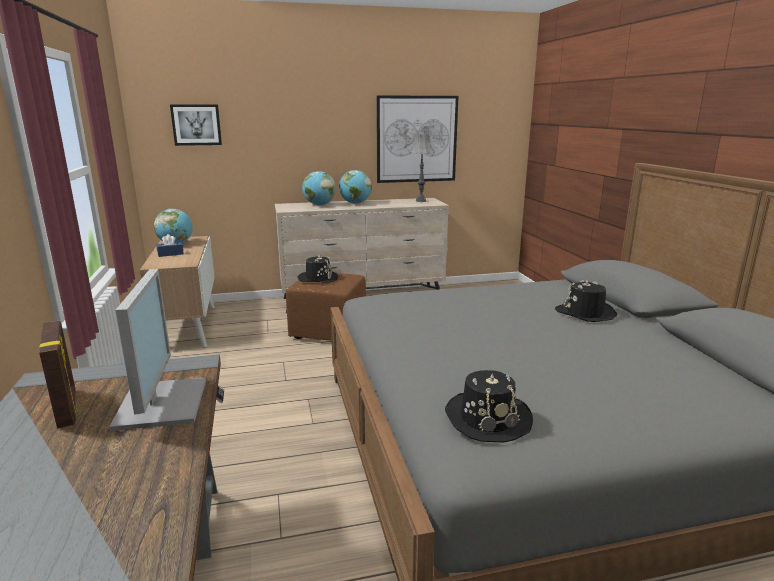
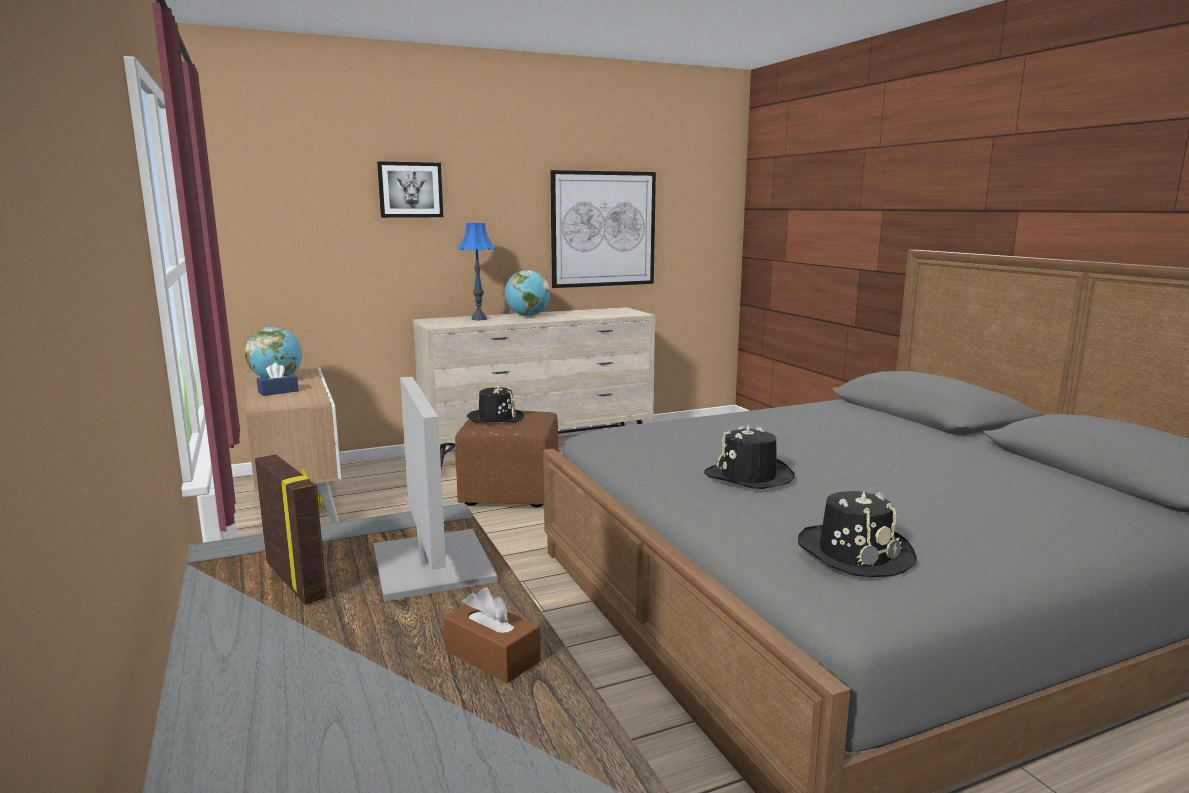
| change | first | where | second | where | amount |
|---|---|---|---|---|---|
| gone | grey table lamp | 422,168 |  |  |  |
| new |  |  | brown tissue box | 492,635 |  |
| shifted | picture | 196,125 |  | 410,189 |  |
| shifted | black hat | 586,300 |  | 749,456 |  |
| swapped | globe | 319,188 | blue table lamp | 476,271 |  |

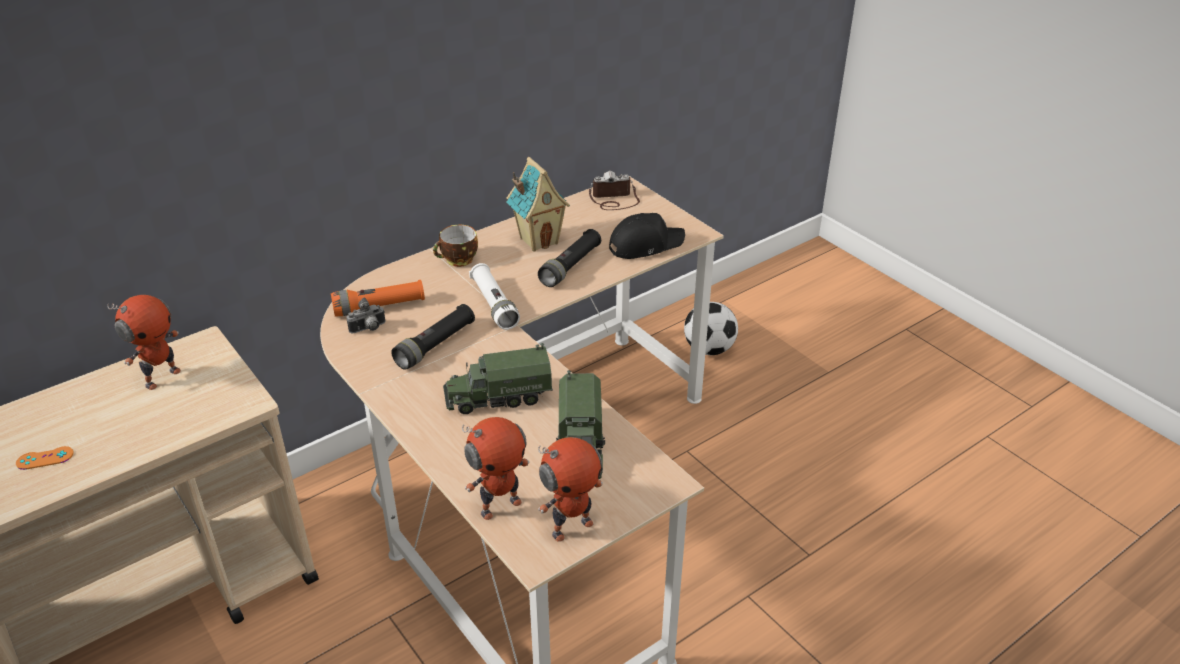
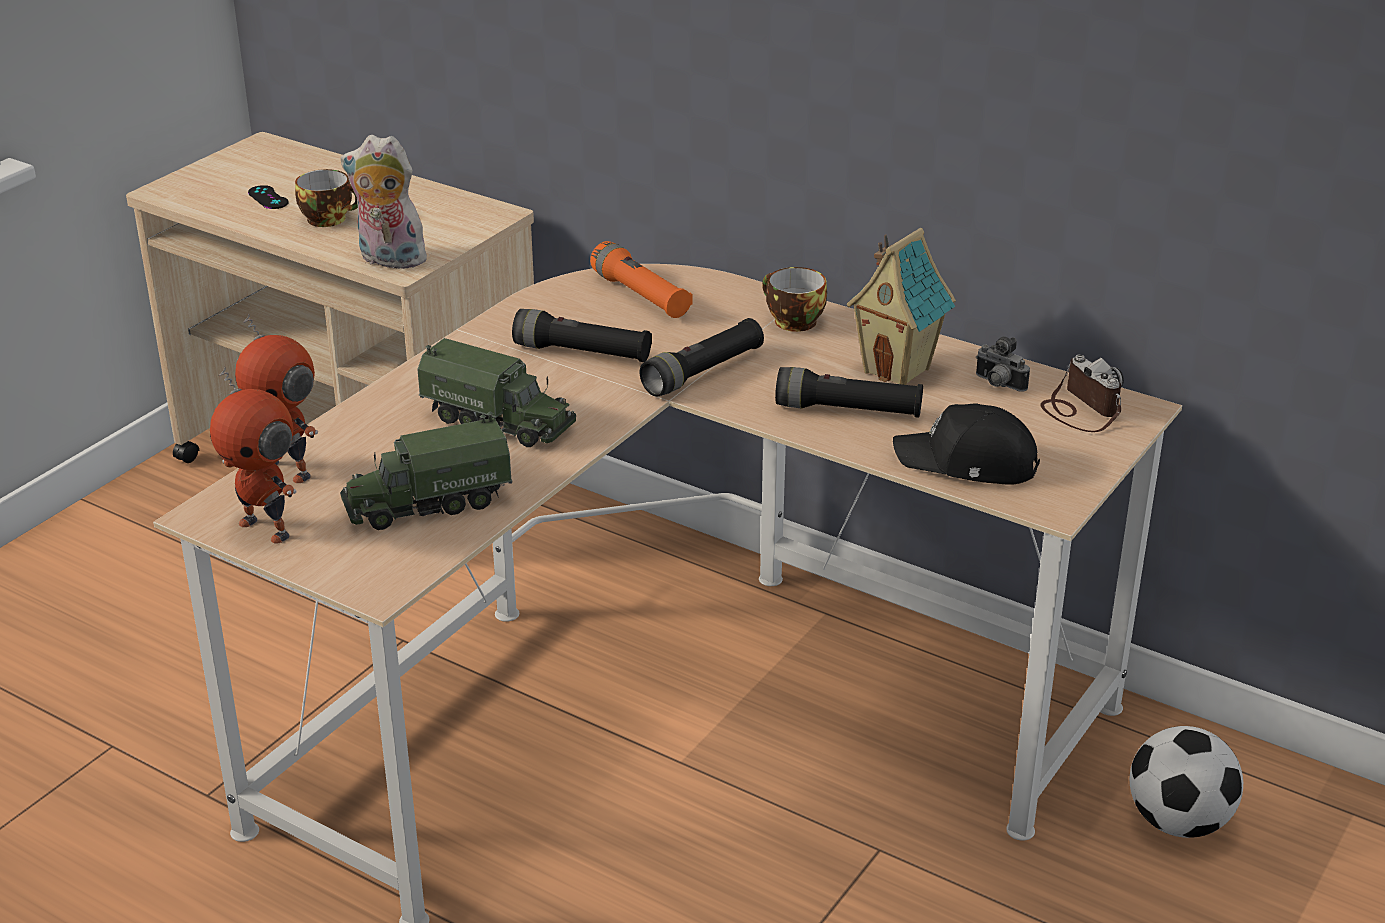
| change | first | where | second | where | amount |
|---|---|---|---|---|---|
| gone | toy robot | 144,342 |  |  |  |
| new |  |  | cup | 326,198 |  |
| new |  |  | plush toy | 384,202 |  |
| shifted | photo camera | 366,315 |  | 1003,364 |  |
| repainted | orange game controller | 45,458 | black game controller | 268,197 |  |
| repainted | white flashlight | 494,296 | black flashlight | 701,357 |  |
| rotated | toy truck | 498,378 |  | 497,392 | 150 degrees clockwise |
| rotated | black cap | 647,236 |  | 966,444 | 150 degrees clockwise |

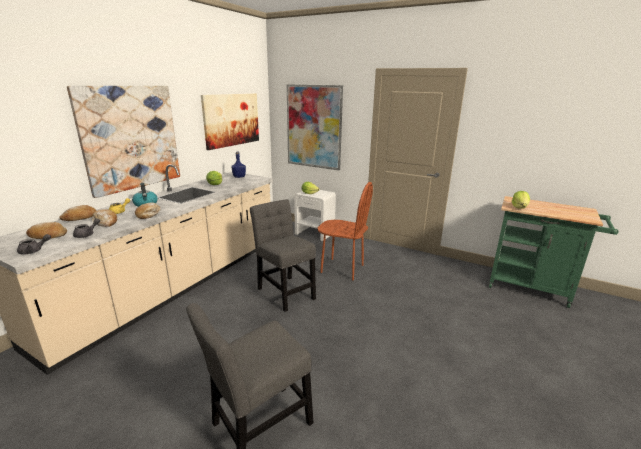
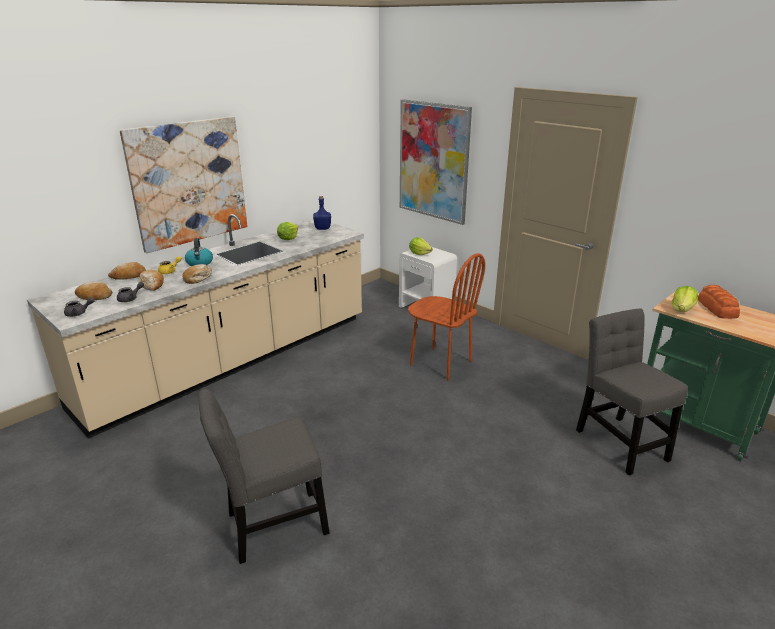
| change | first | where | second | where | amount |
|---|---|---|---|---|---|
| gone | picture | 230,121 |  |  |  |
| new |  |  | bread | 719,302 |  |
| shifted | grey chair | 283,255 |  | 632,391 |  |

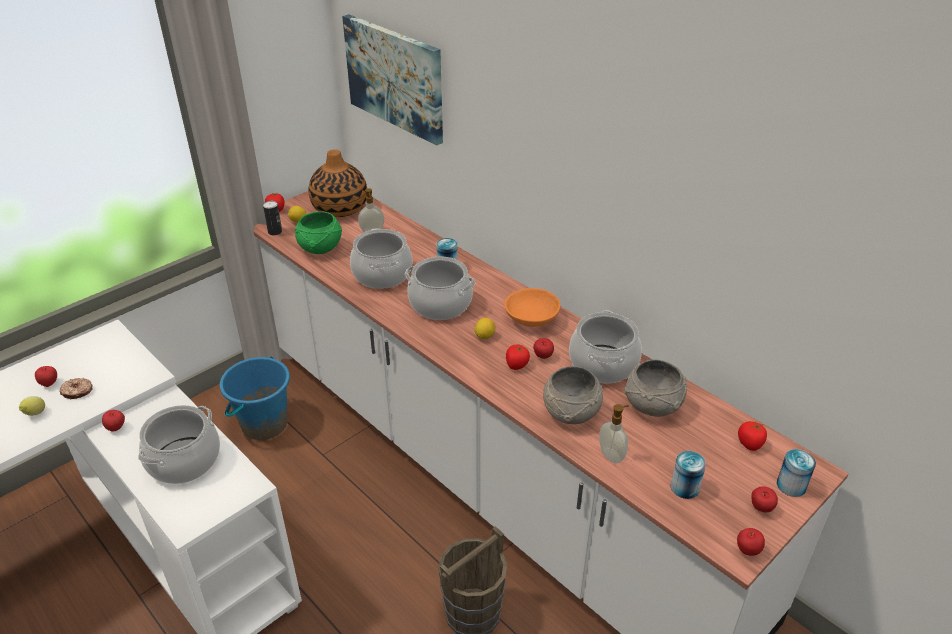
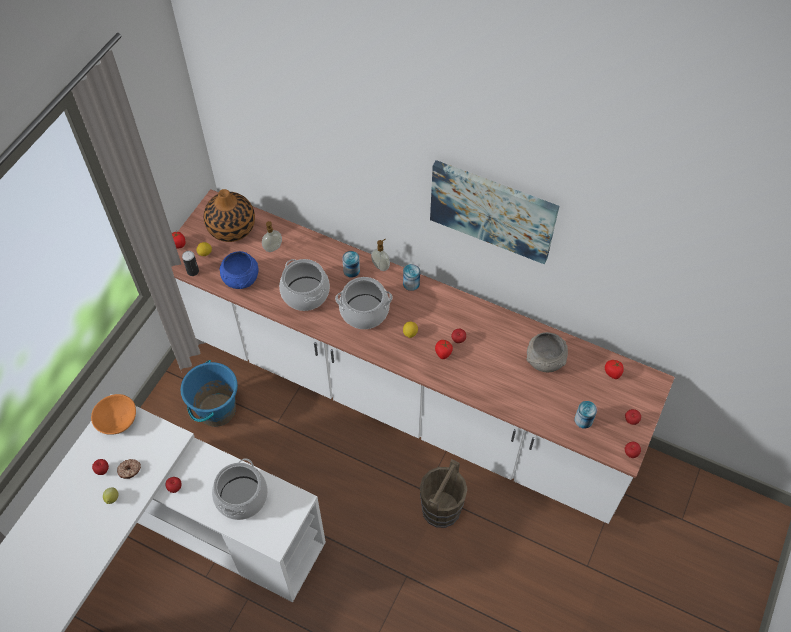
| change | first | where | second | where | amount |
|---|---|---|---|---|---|
| gone | grey bowl | 573,395 |  |  |  |
| gone | cooking pot | 605,346 |  |  |  |
| shifted | picture | 392,79 |  | 494,212 |  |
| shifted | orange bowl | 532,307 |  | 113,414 |  |
| shifted | soap dispenser | 614,433 |  | 380,255 |  |
| shifted | can | 796,473 |  | 411,277 |  |
| repainted | green bowl | 318,232 | blue bowl | 239,270 |  |

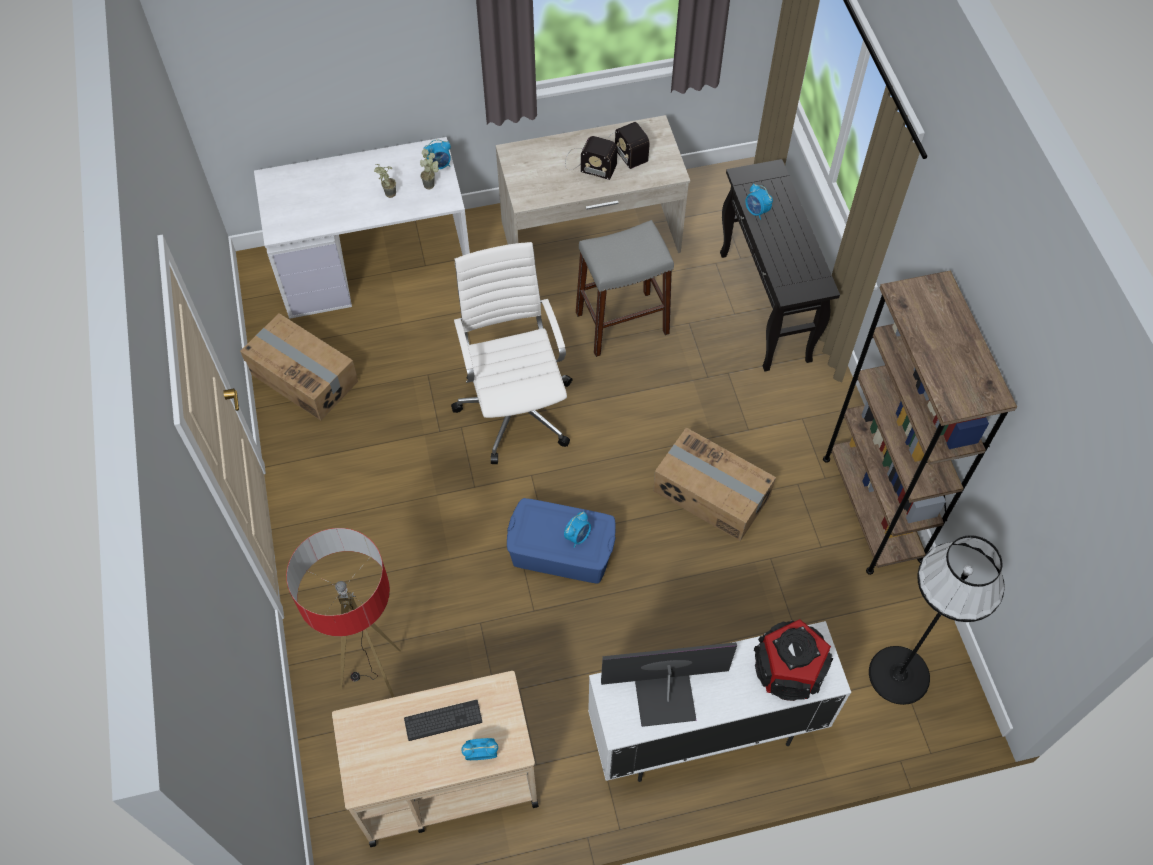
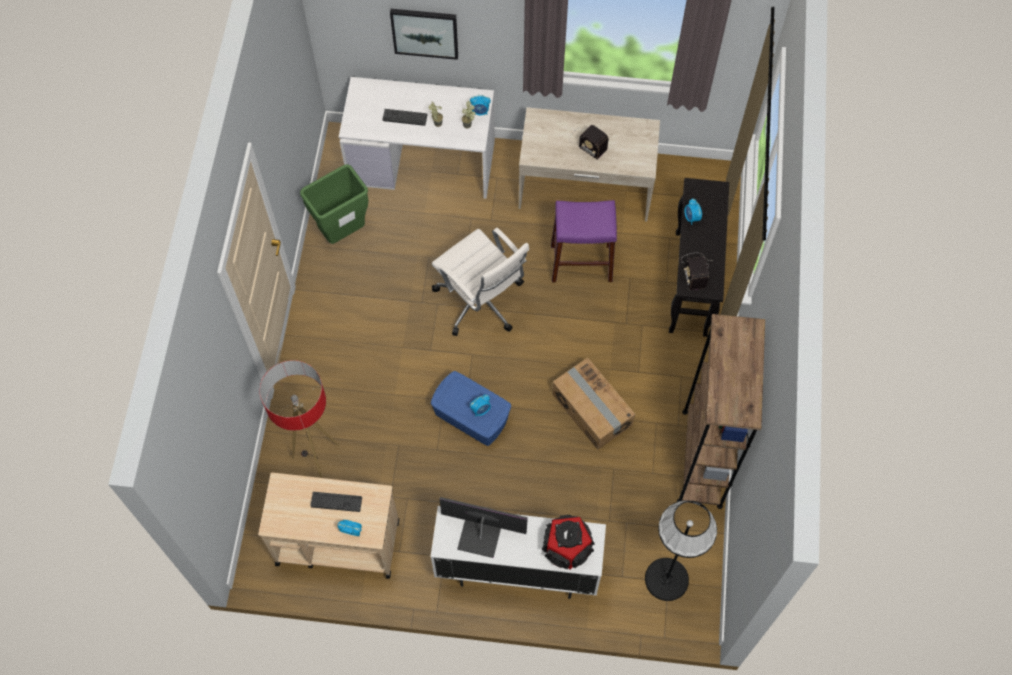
| change | first | where | second | where | amount |
|---|---|---|---|---|---|
| new |  |  | keyboard | 405,117 |  |
| new |  |  | picture | 424,34 |  |
| shifted | radio | 628,145 |  | 698,271 |  |
| swapped | cardboard box | 299,366 | green trash can | 334,204 |  |
| repainted | grey stool | 625,288 | purple stool | 584,241 |  |
| rotated | white office chair | 511,353 |  | 480,282 | 135 degrees clockwise |

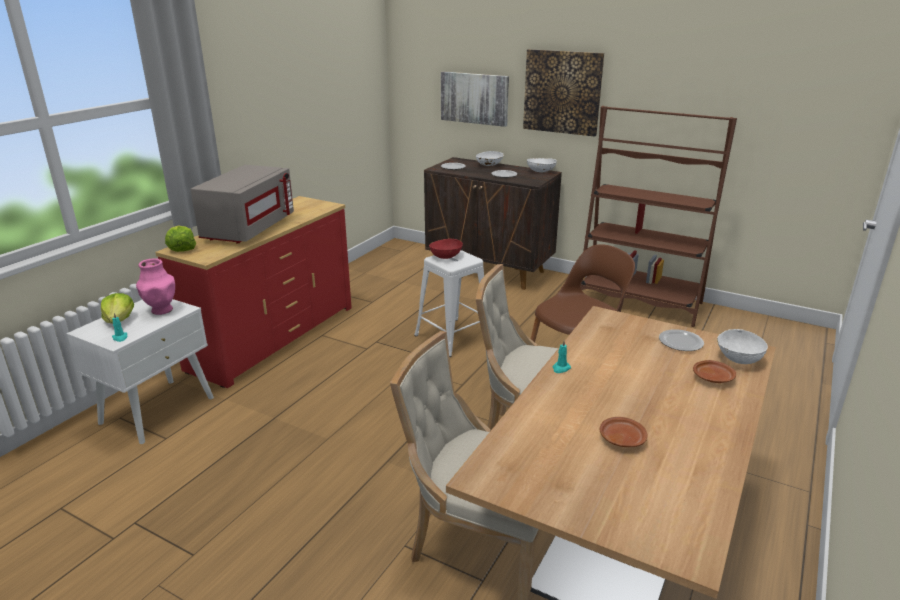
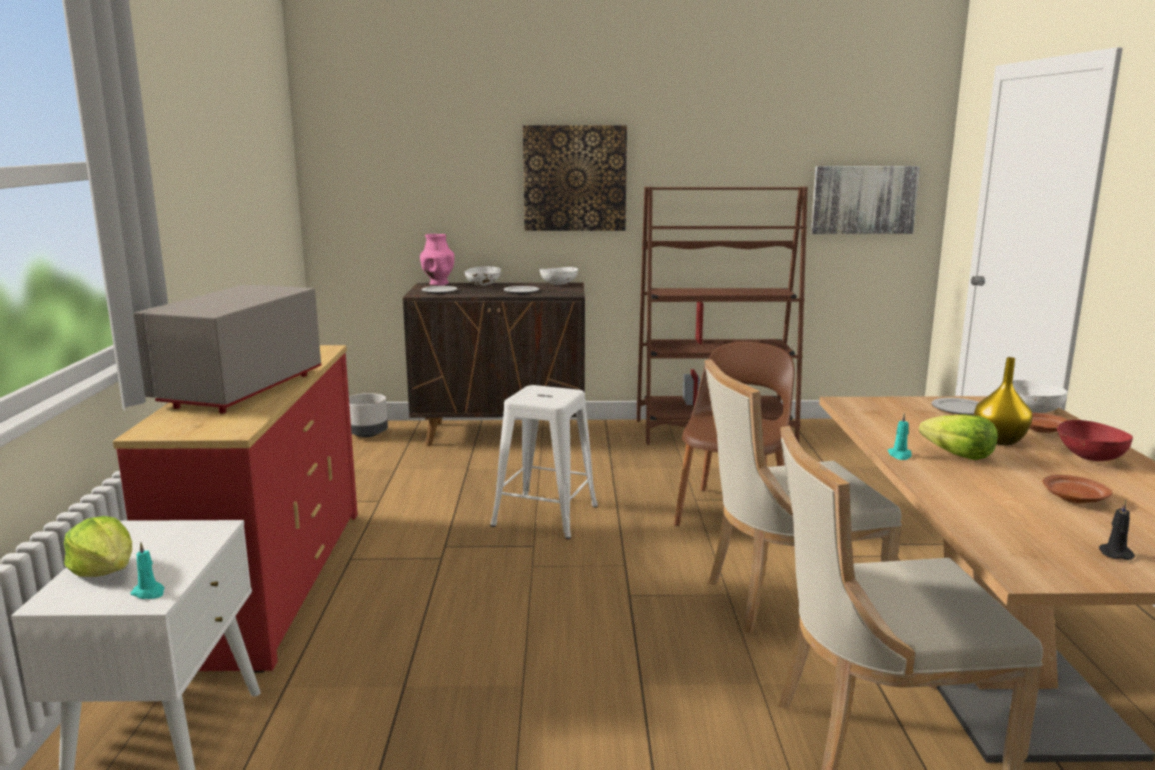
| change | first | where | second | where | amount |
|---|---|---|---|---|---|
| new |  |  | grey planter | 368,415 |  |
| new |  |  | yellow vase | 1003,401 |  |
| new |  |  | black candle | 1117,530 |  |
| shifted | pink vase | 155,286 |  | 437,260 |  |
| shifted | lettuce | 180,238 |  | 958,437 |  |
| shifted | red bowl | 446,248 |  | 1094,440 |  |
| shifted | picture | 475,99 |  | 865,200 |  |
| rotated | grey microwave | 242,204 |  | 227,349 | 150 degrees counterclockwise |

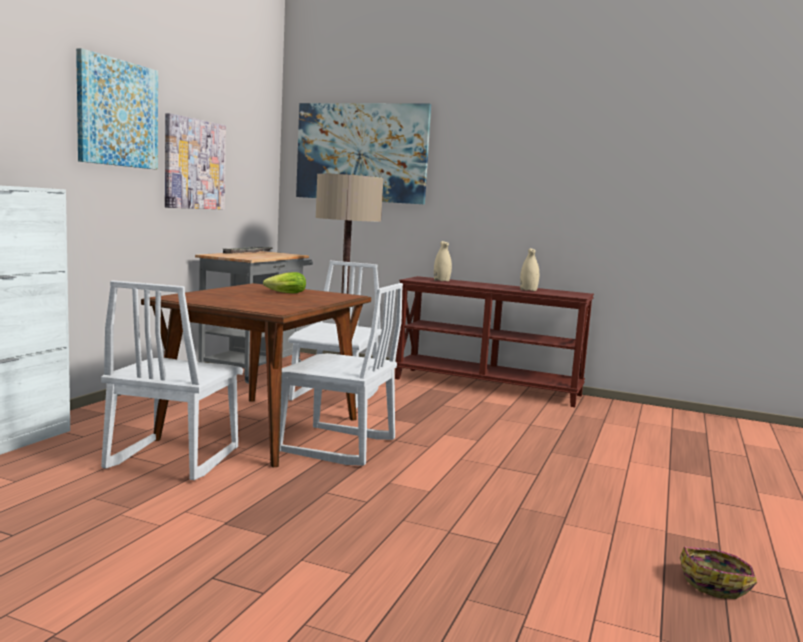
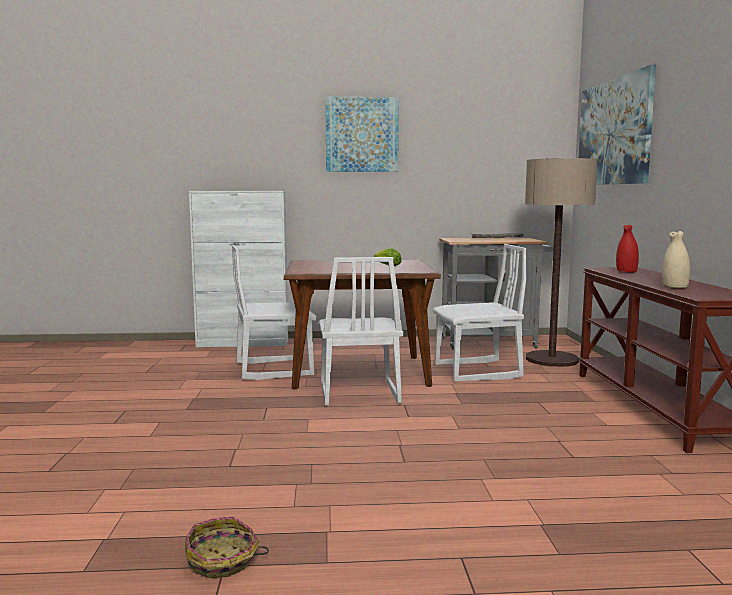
| change | first | where | second | where | amount |
|---|---|---|---|---|---|
| gone | picture | 195,161 |  |  |  |
| repainted | beige vase | 443,261 | red vase | 627,248 |  |

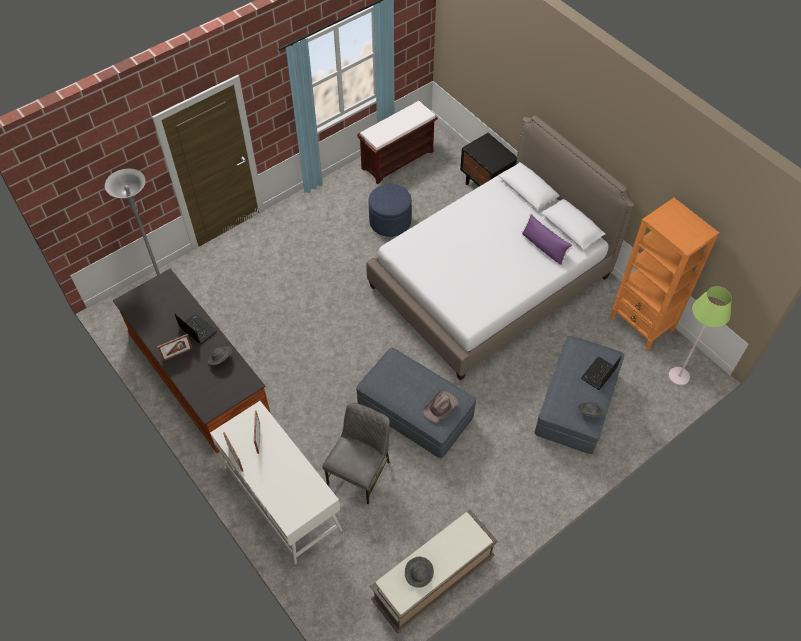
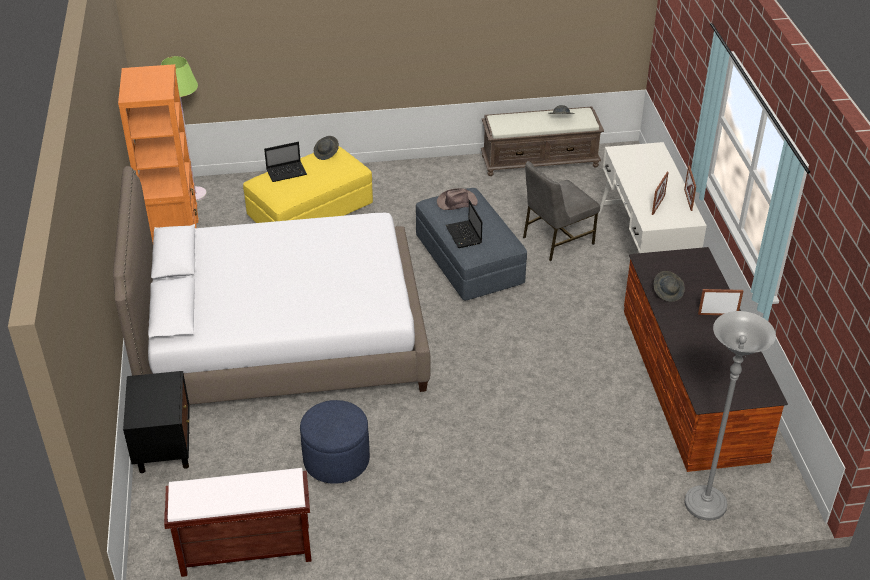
| change | first | where | second | where | amount |
|---|---|---|---|---|---|
| gone | purple pillow | 547,239 |  |  |  |
| shifted | laptop | 195,328 |  | 464,224 |  |
| repainted | grey ottoman | 579,395 | yellow ottoman | 308,184 |  |

